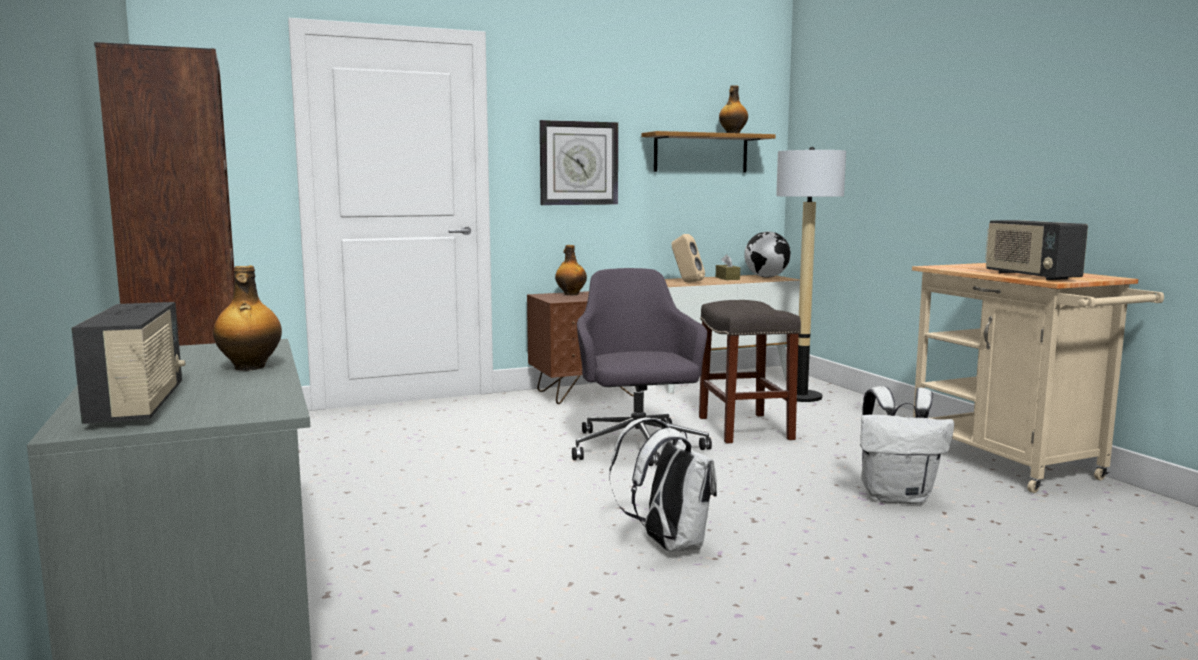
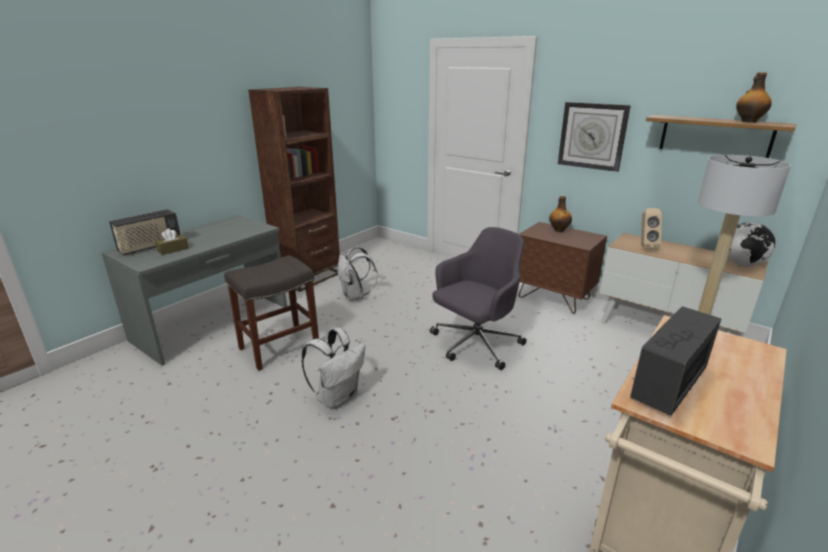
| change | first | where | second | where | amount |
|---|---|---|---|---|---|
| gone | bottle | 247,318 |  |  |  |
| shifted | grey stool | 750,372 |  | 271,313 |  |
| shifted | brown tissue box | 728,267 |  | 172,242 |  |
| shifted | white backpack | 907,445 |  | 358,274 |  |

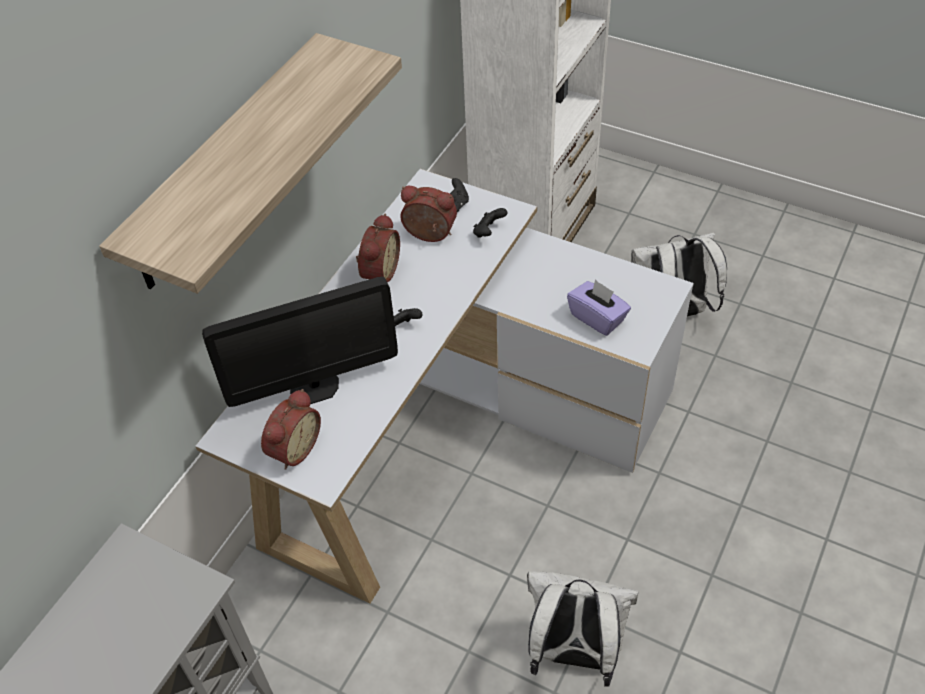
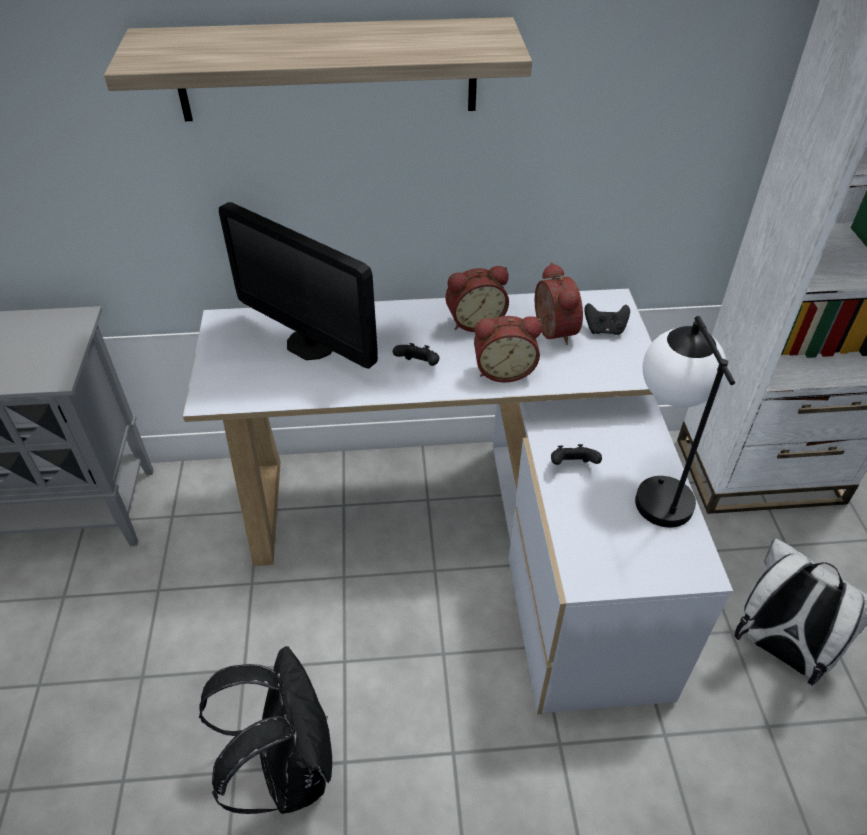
| change | first | where | second | where | amount |
|---|---|---|---|---|---|
| gone | purple tissue box | 599,307 |  |  |  |
| new |  |  | table lamp | 685,422 |  |
| shifted | alarm clock | 291,429 |  | 508,349 |  |
| shifted | black game controller | 490,223 |  | 576,454 |  |
| repainted | white backpack | 583,629 | black backpack | 265,730 |  |

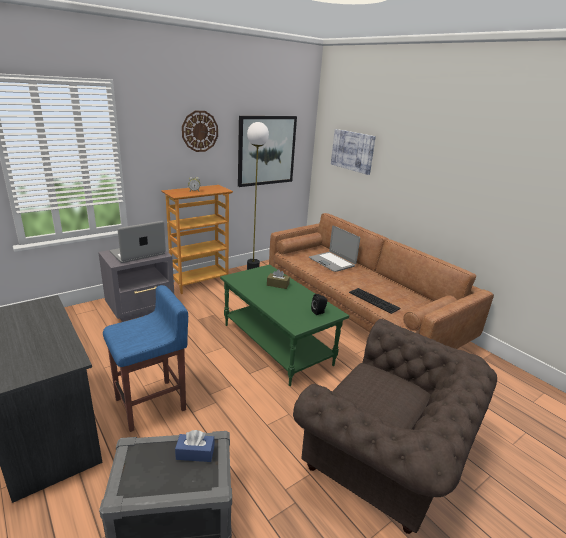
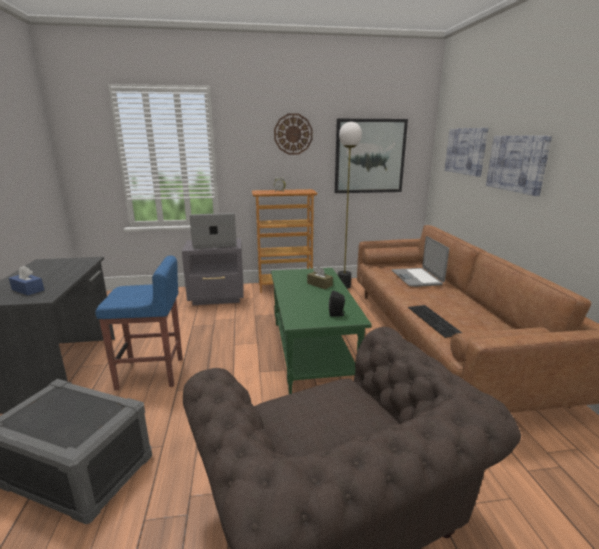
| change | first | where | second | where | amount |
|---|---|---|---|---|---|
| new |  |  | picture | 519,166 |  |
| shifted | blue tissue box | 195,446 |  | 26,281 |  |

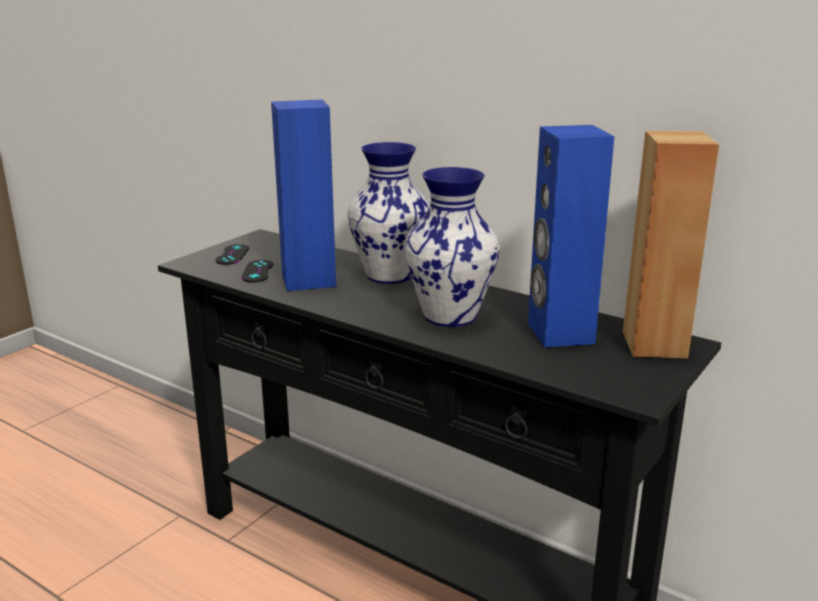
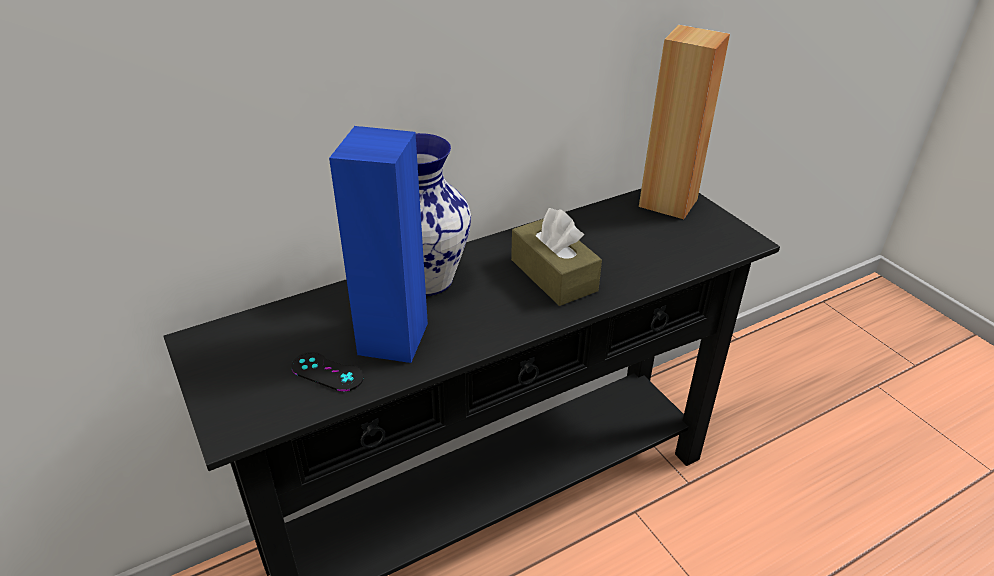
| change | first | where | second | where | amount |
|---|---|---|---|---|---|
| gone | black game controller | 232,254 |  |  |  |
| gone | blue speaker | 571,236 |  |  |  |
| swapped | vase | 452,247 | brown tissue box | 556,257 |  |

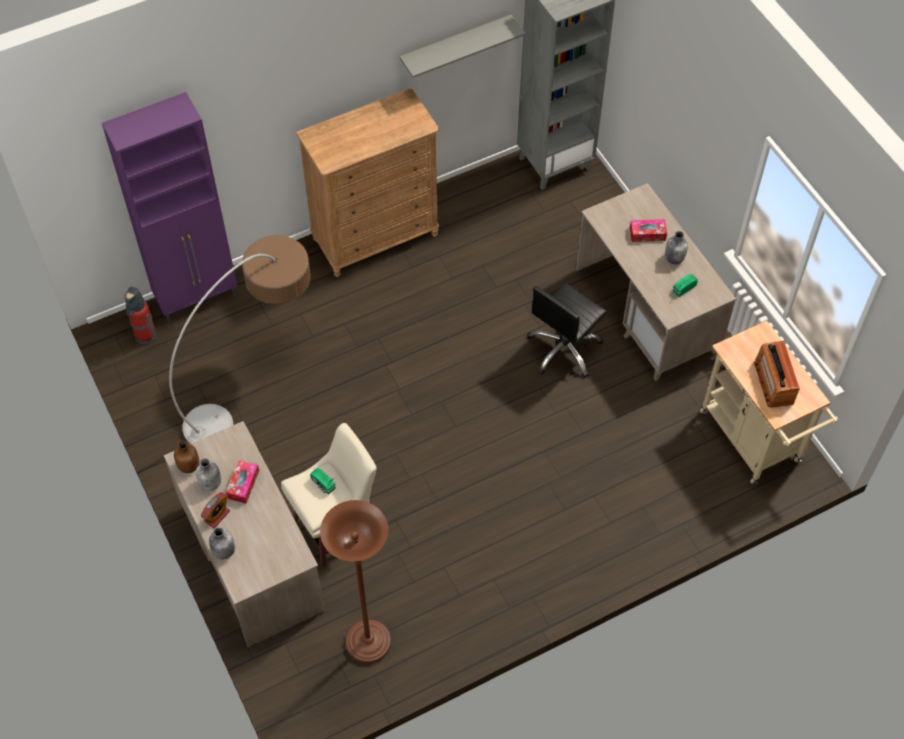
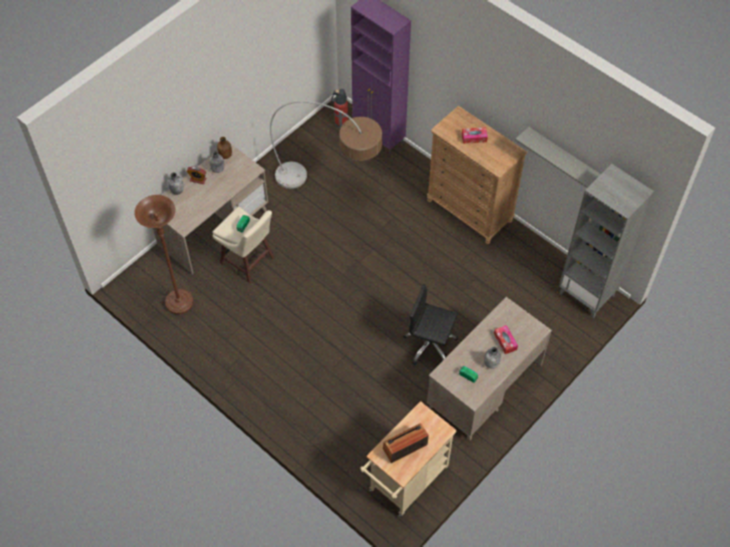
| change | first | where | second | where | amount |
|---|---|---|---|---|---|
| shifted | tissue box | 242,482 |  | 475,135 |  |

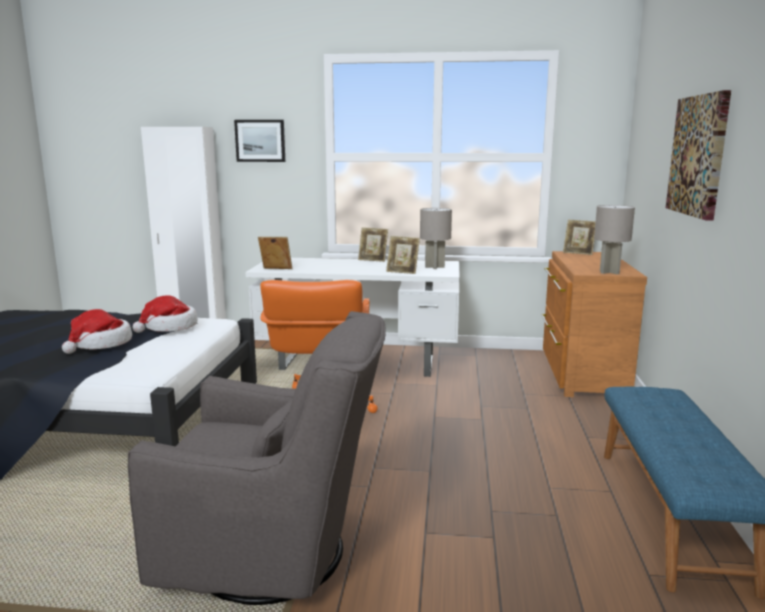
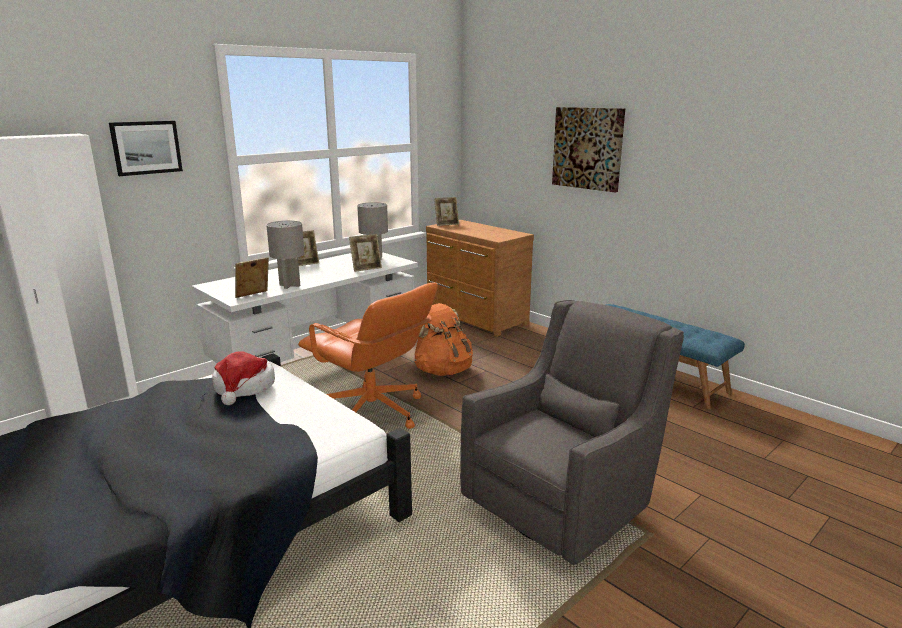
| change | first | where | second | where | amount |
|---|---|---|---|---|---|
| gone | hat | 97,331 |  |  |  |
| new |  |  | orange backpack | 444,339 |  |
| shifted | grey table lamp | 614,239 |  | 285,255 |  |

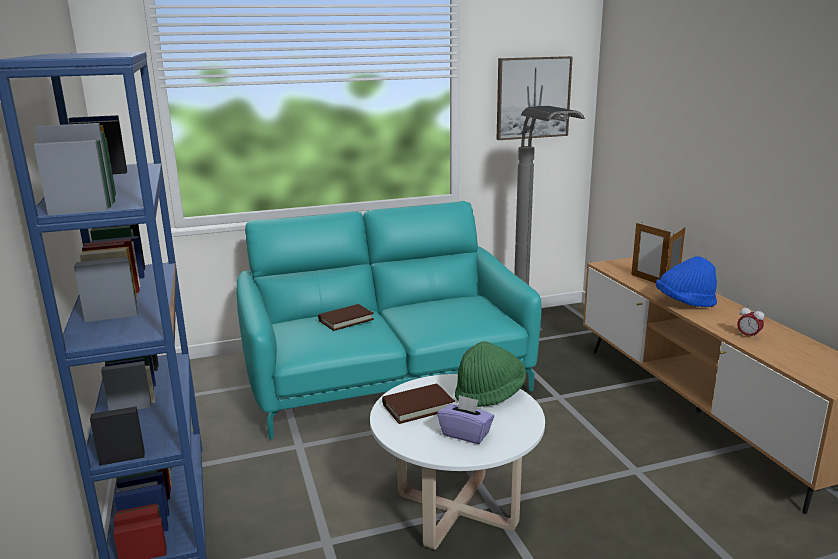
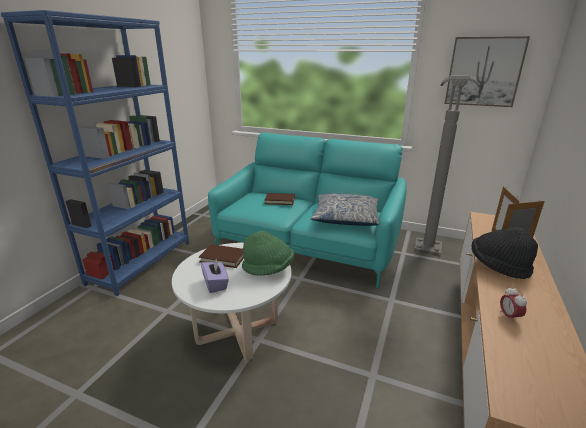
| change | first | where | second | where | amount |
|---|---|---|---|---|---|
| new |  |  | pillow | 345,209 |  |
| repainted | blue hat | 686,281 | black hat | 504,253 |  |

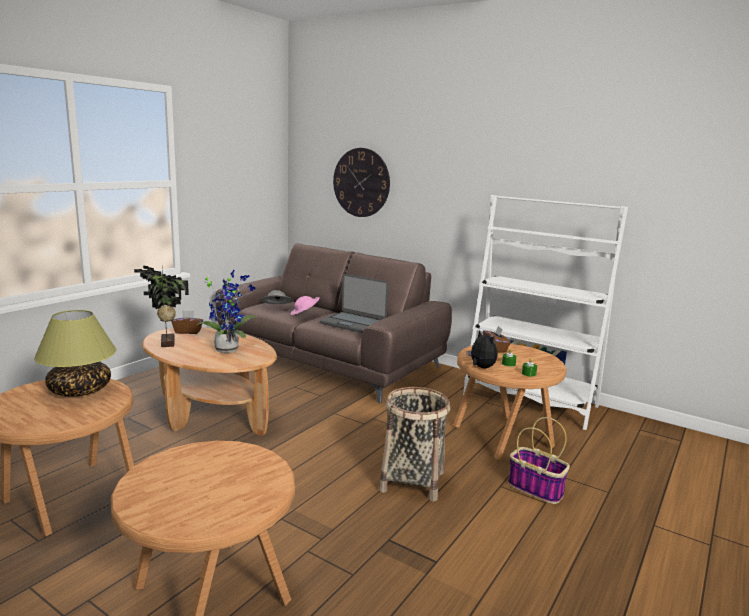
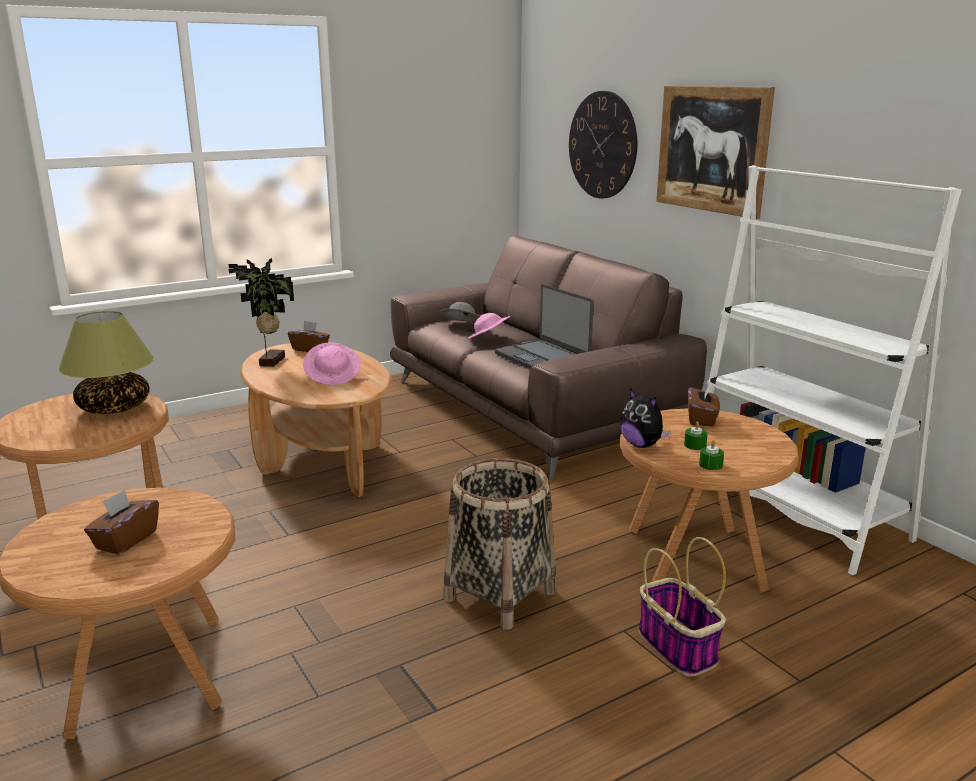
| change | first | where | second | where | amount |
|---|---|---|---|---|---|
| new |  |  | brown tissue box | 121,522 |  |
| new |  |  | picture | 715,152 |  |
| swapped | potted plant | 226,311 | pink hat | 332,363 |  |
| rotated | plush toy | 482,349 |  | 645,418 | 150 degrees clockwise |

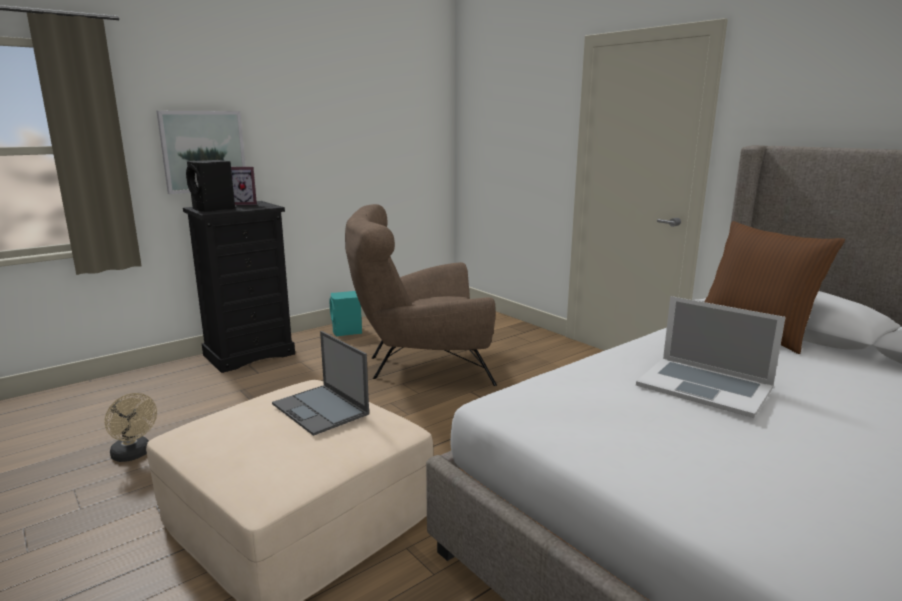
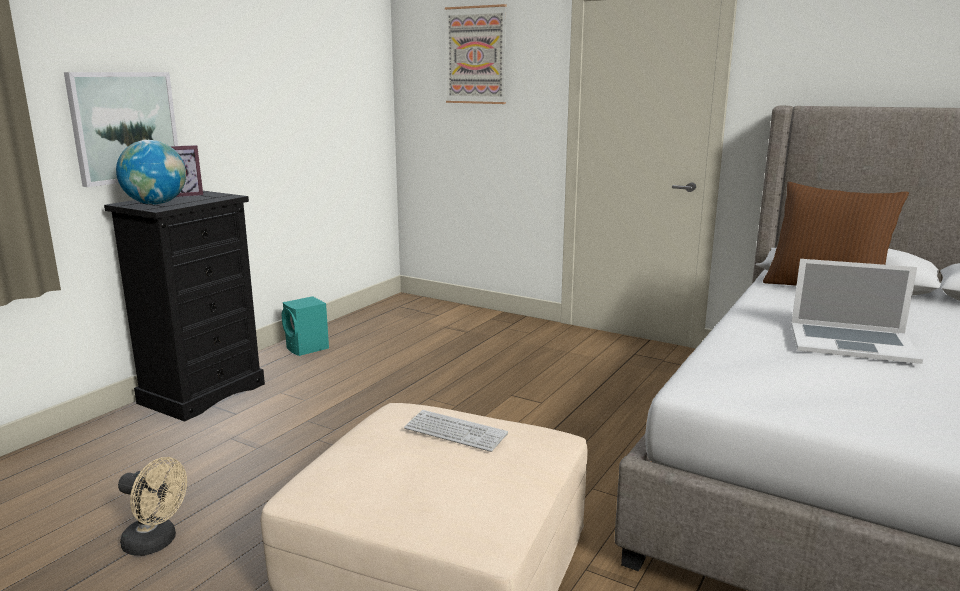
| change | first | where | second | where | amount |
|---|---|---|---|---|---|
| gone | brown armchair | 421,295 |  |  |  |
| new |  |  | picture | 476,54 |  |
| swapped | black speaker | 210,186 | globe | 151,172 |  |
| swapped | laptop | 320,383 | keyboard | 456,431 |  |

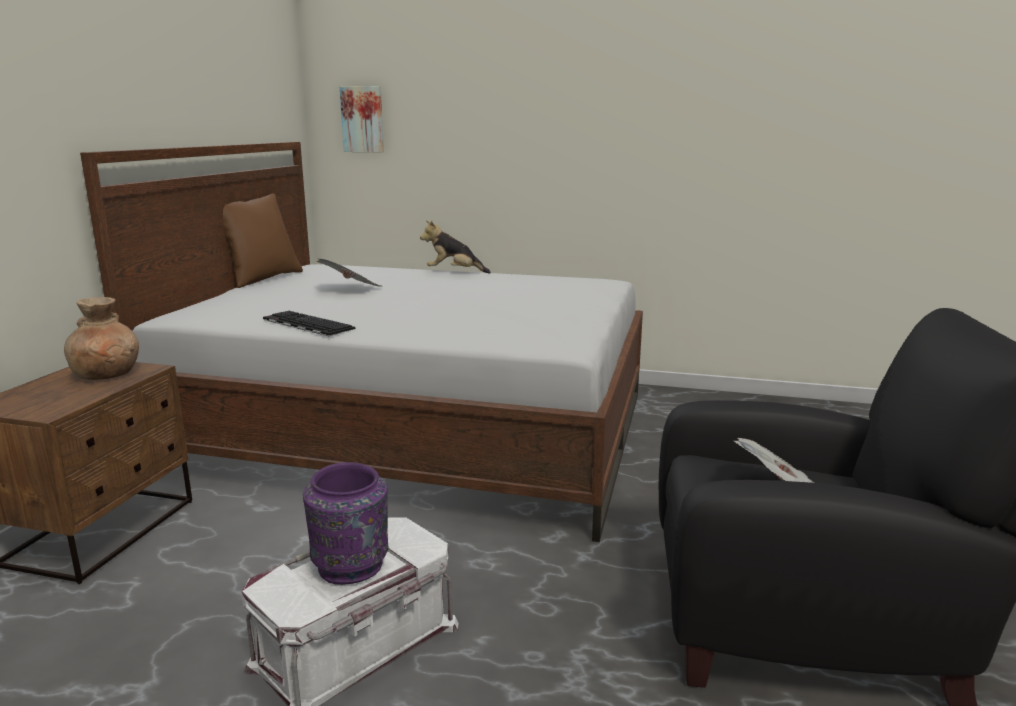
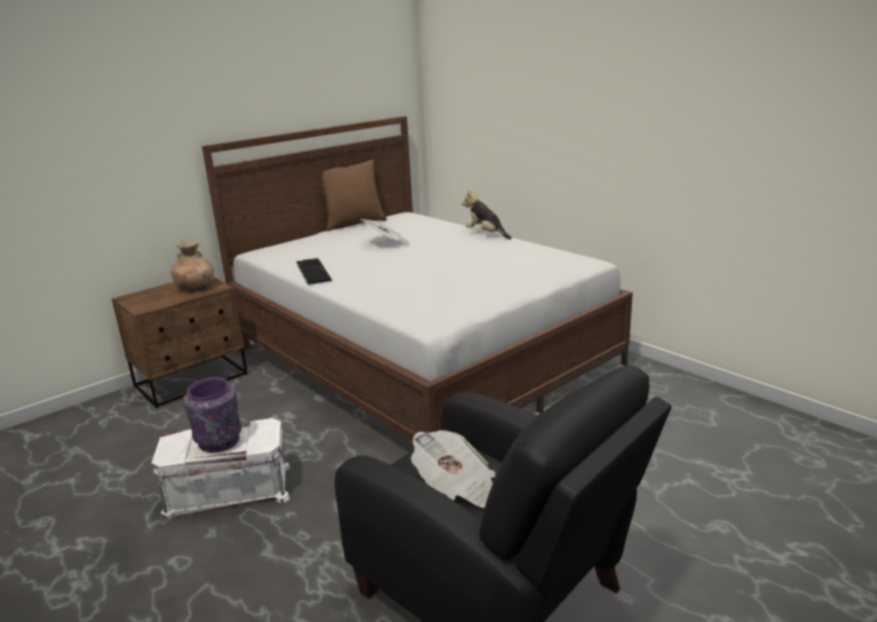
| change | first | where | second | where | amount |
|---|---|---|---|---|---|
| gone | picture | 362,119 |  |  |  |

